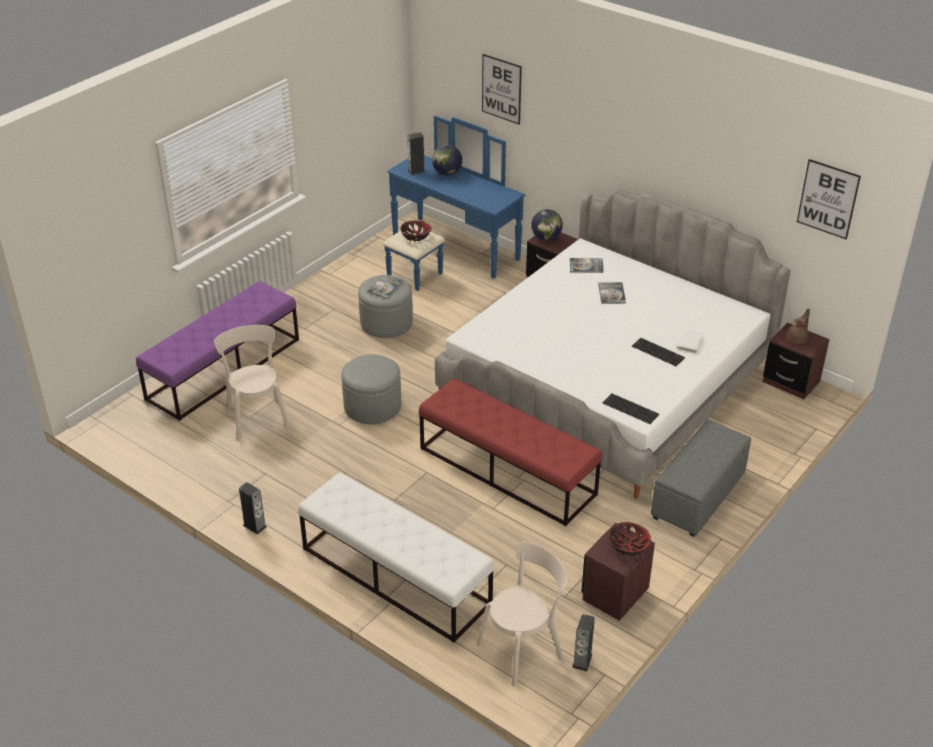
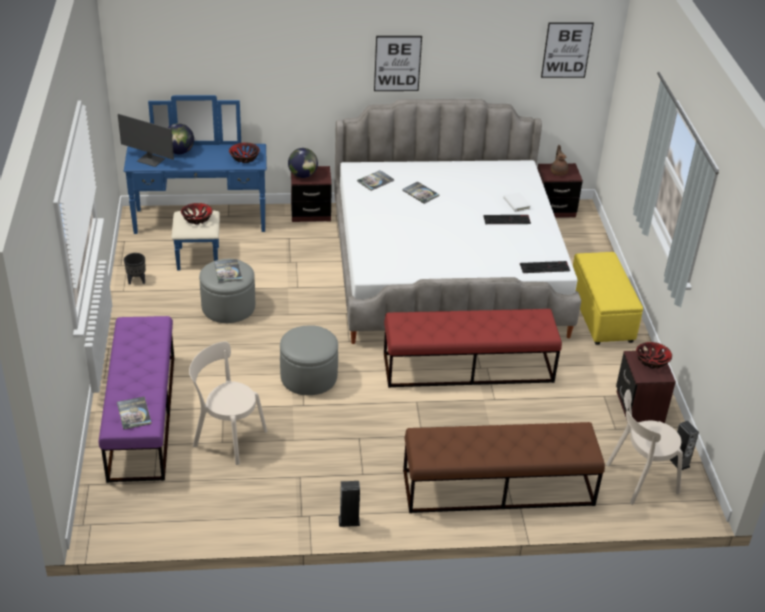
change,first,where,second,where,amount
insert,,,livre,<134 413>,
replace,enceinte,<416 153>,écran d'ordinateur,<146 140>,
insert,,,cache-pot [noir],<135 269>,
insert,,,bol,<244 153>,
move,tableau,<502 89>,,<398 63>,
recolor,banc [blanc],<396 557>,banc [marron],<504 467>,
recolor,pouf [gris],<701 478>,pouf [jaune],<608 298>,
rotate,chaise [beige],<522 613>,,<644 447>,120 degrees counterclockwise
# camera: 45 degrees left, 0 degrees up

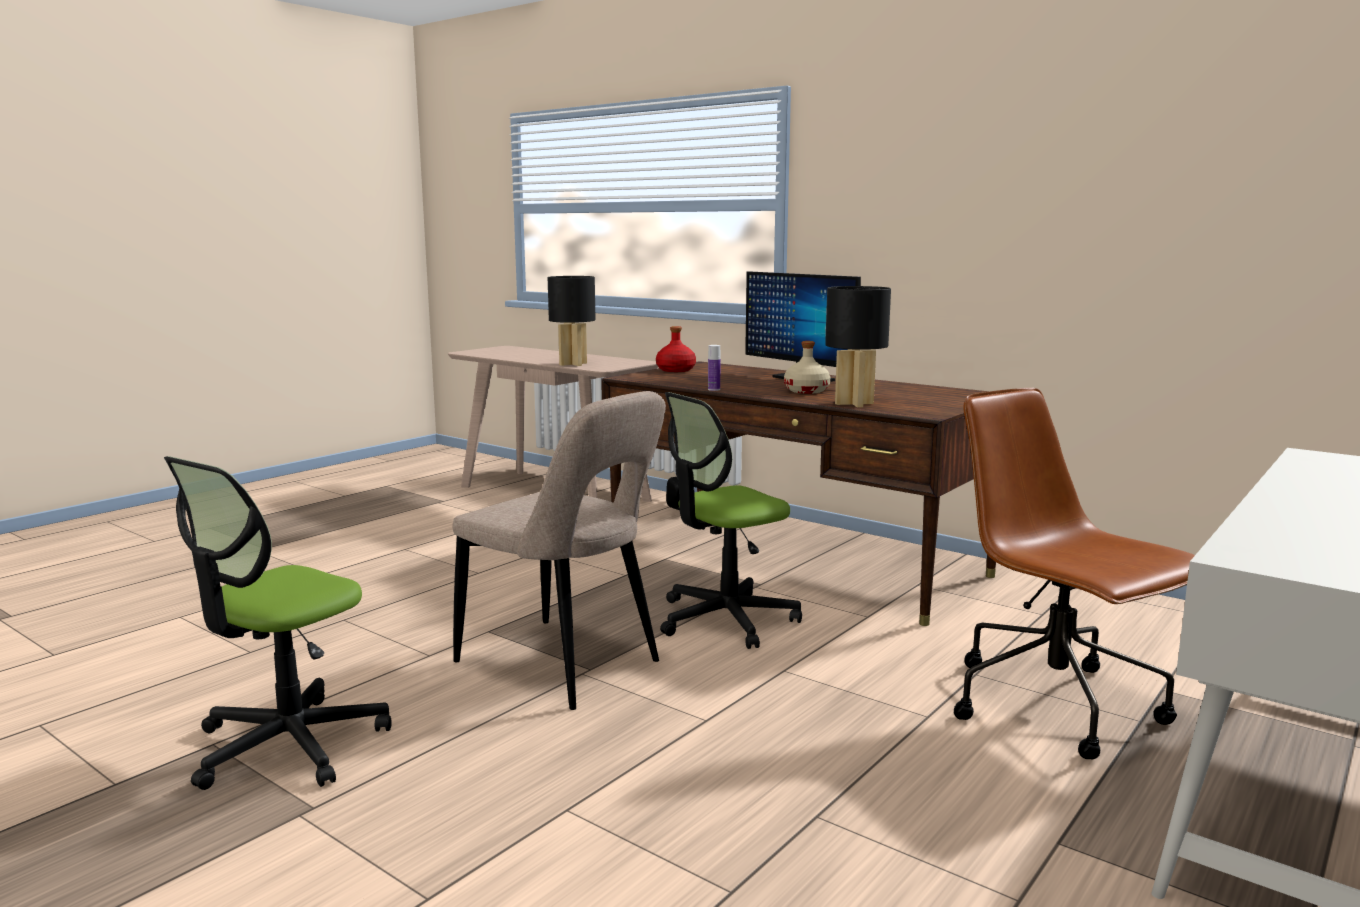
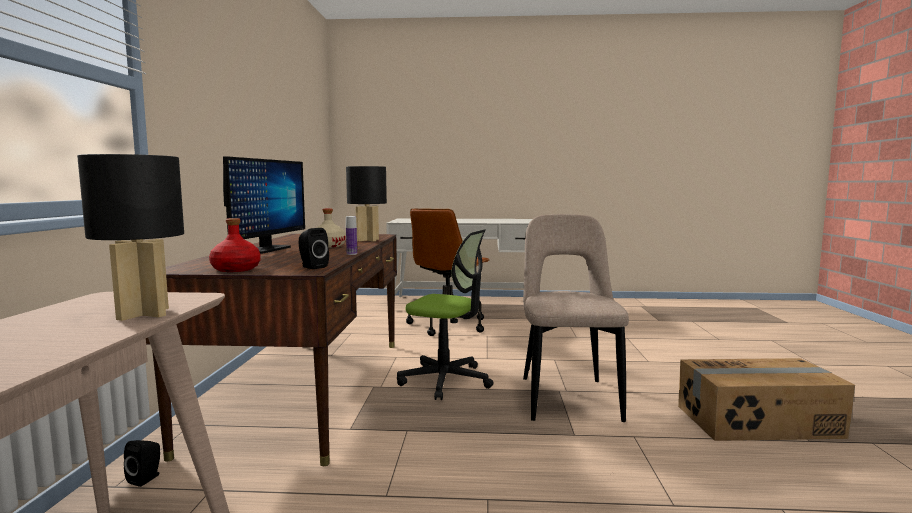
change,first,where,second,where,amount
insert,,,enceinte [noir],<314 248>,
replace,chaise de bureau,<278 623>,carton,<766 399>,
# camera: 125 degrees left, 5 degrees down

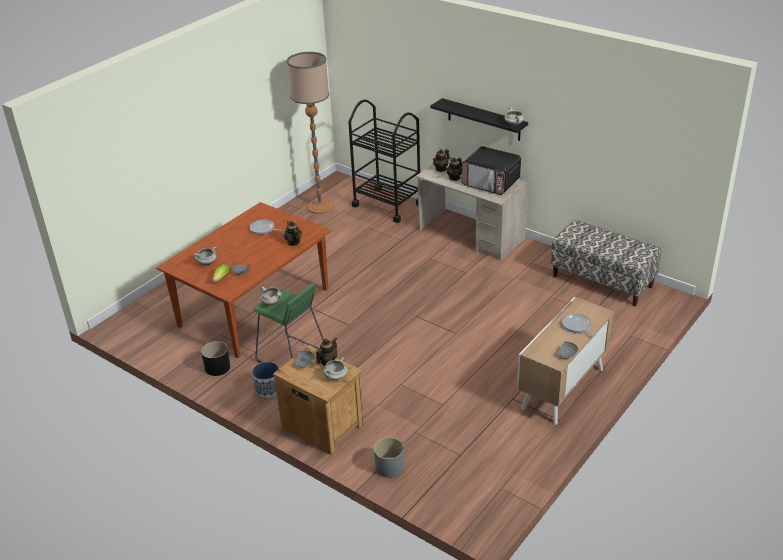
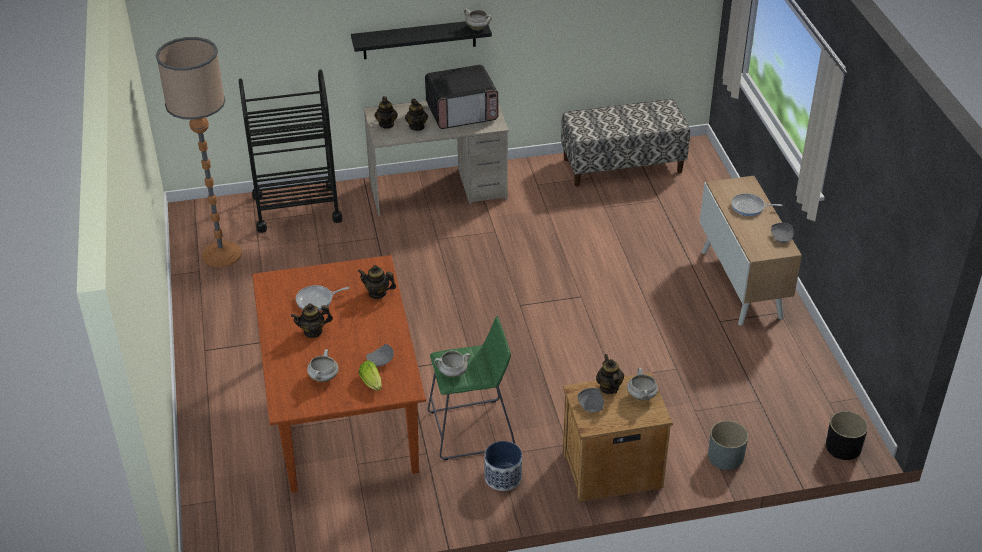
change,first,where,second,where,amount
insert,,,théière,<312 320>,
move,cache-pot [noir],<215 358>,,<847 435>,
# camera: 50 degrees left, 5 degrees up

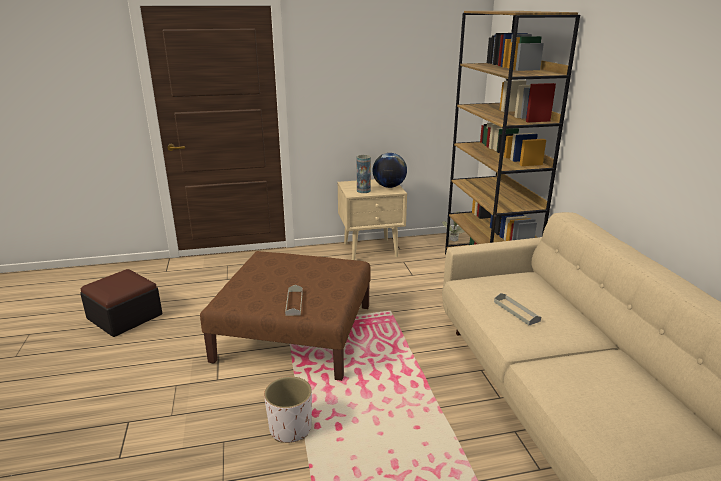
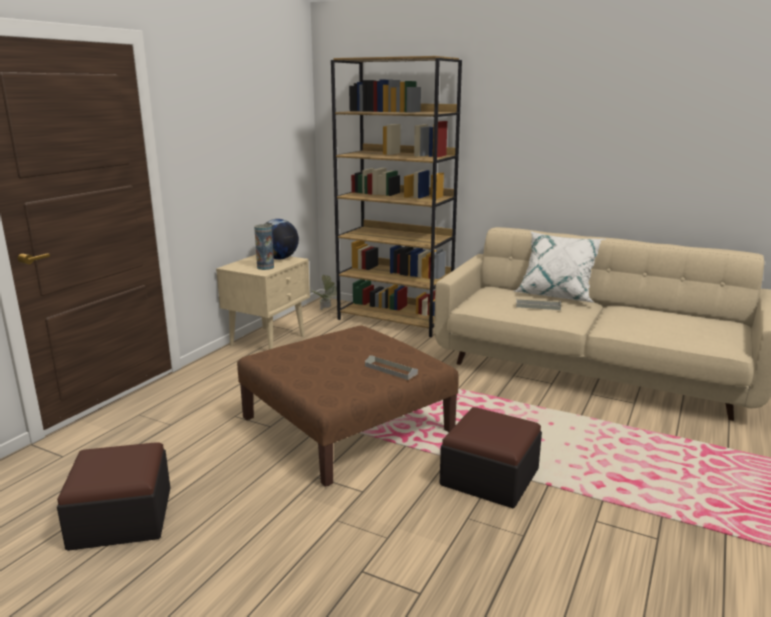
change,first,where,second,where,amount
replace,cache-pot [blanc],<288 410>,pouf,<491 457>,
insert,,,coussin [blanc],<560 267>,
# camera: 50 degrees left, 5 degrees down

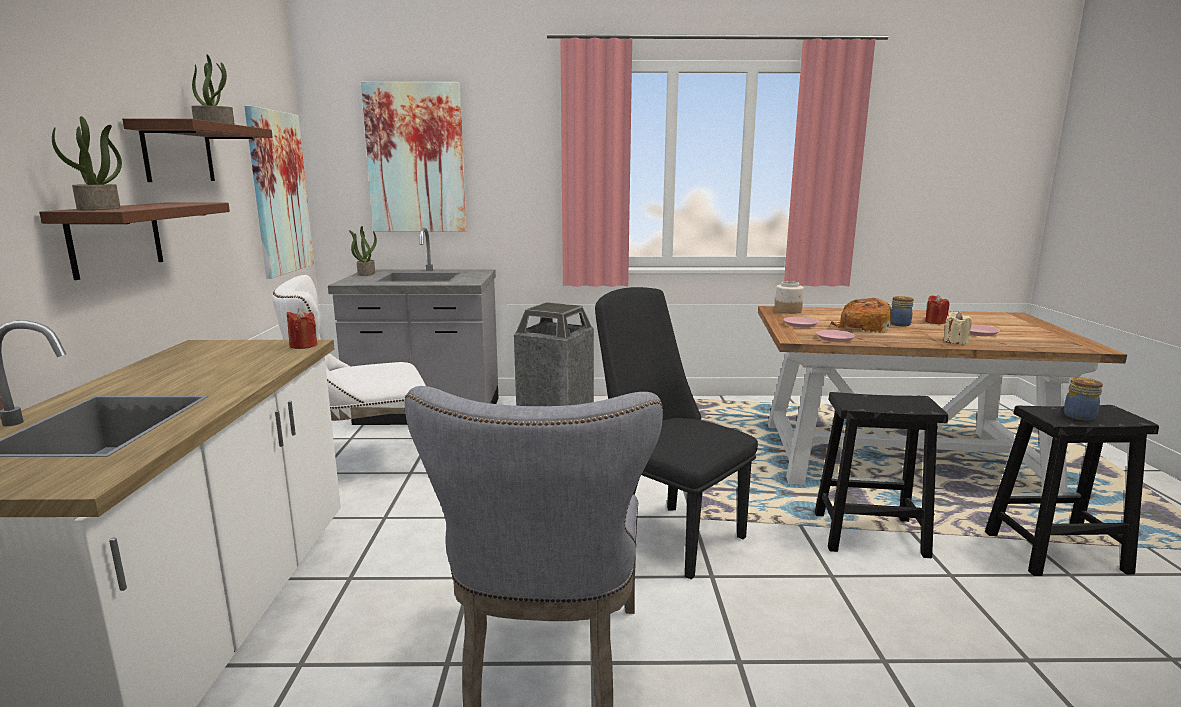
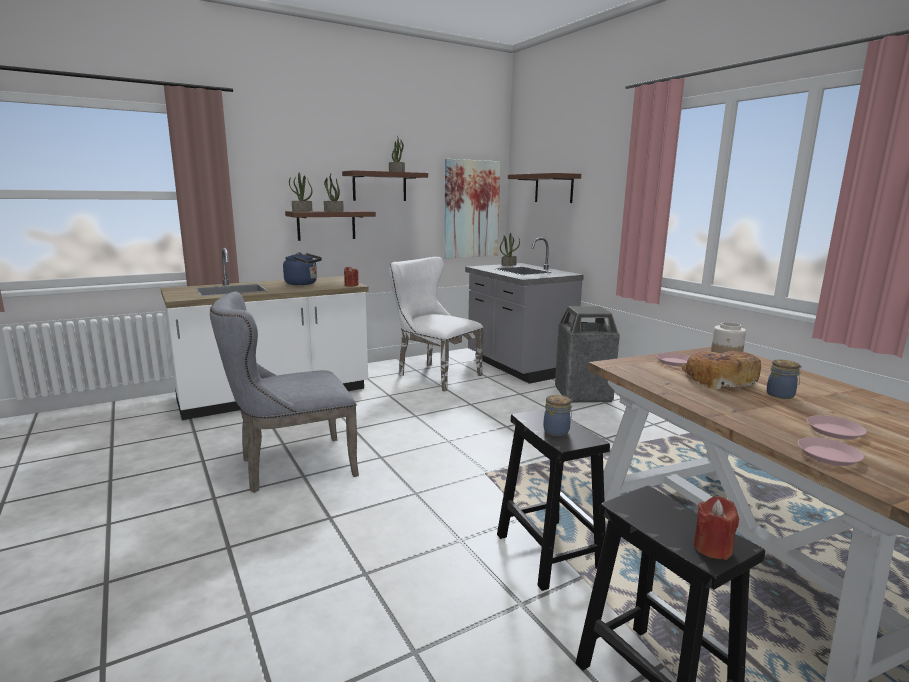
change,first,where,second,where,amount
insert,,,bouilloire [bleu],<302 268>,
insert,,,plante en pot,<334 193>,
replace,tableau,<414 157>,étagère [marron],<544 188>,
move,bocal,<1083 399>,,<557 415>,
move,bougie [rouge],<937 309>,,<716 528>,
move,assiette [rose],<835 336>,,<831 451>,
delete,chaise [noir],<676 433>,,,
delete,bougie [beige],<958 327>,,,
# camera: 60 degrees right, 0 degrees up

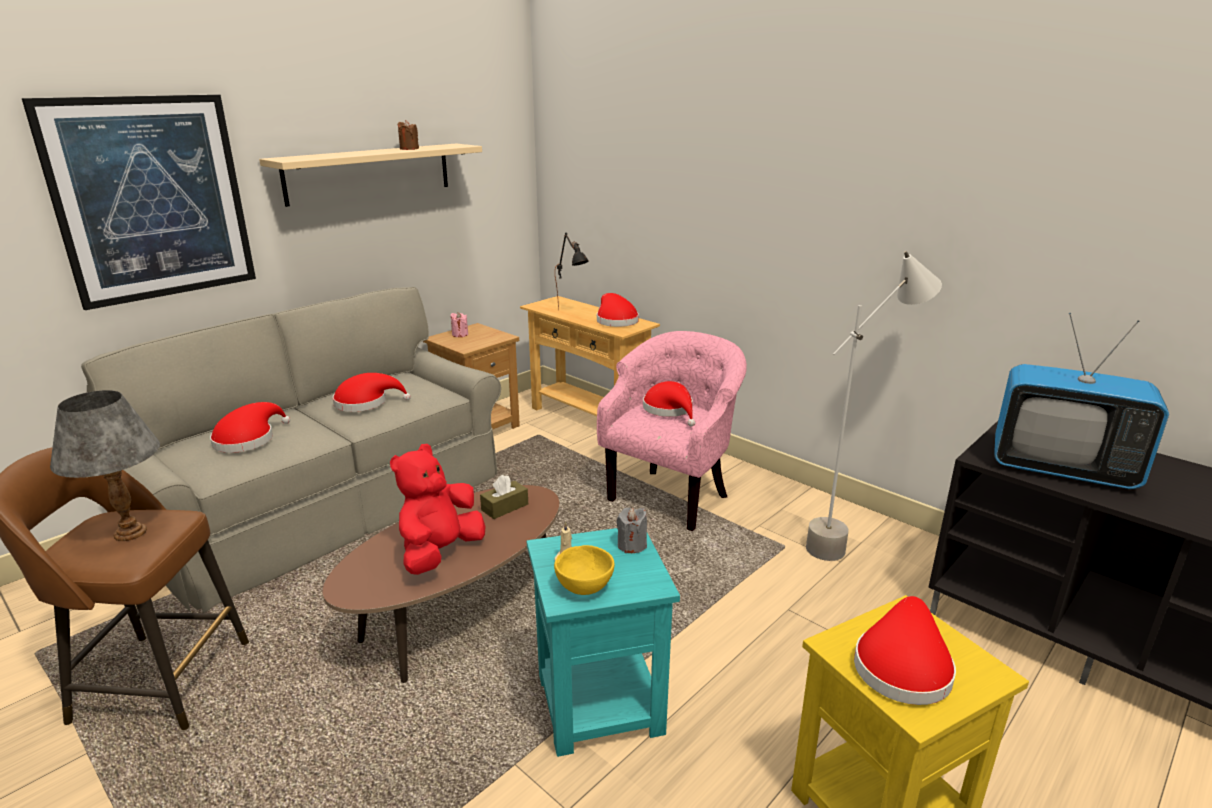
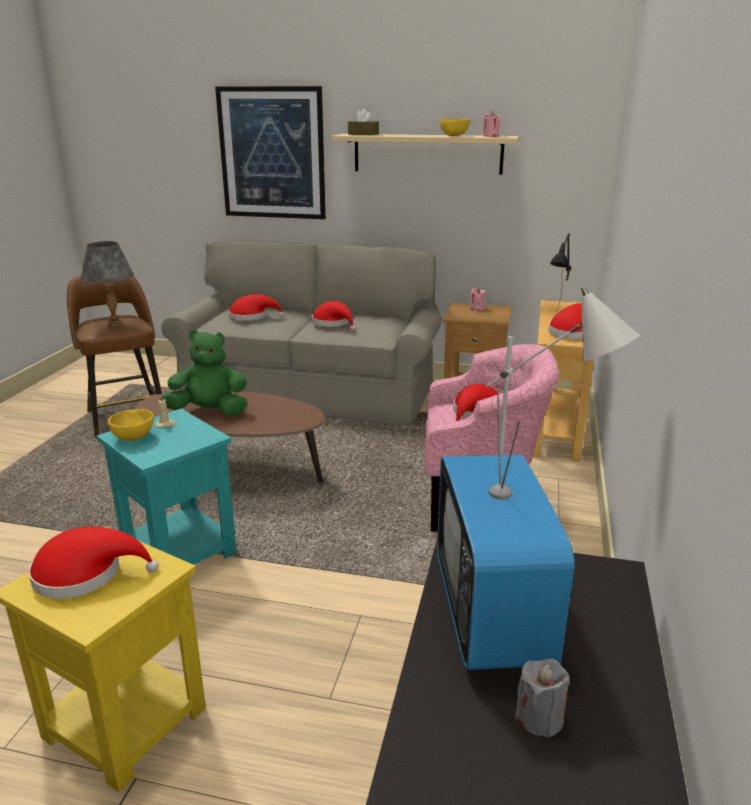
change,first,where,second,where,amount
recolor,peluche [rouge],<438 509>,peluche [vert],<204 373>,
move,boîte à mouchoirs [marron],<504 497>,,<363 122>,
replace,bougie [marron],<408 135>,bol [jaune],<455 127>,
insert,,,bougie [rose],<491 124>,
move,bougie [gris],<631 530>,,<542 698>,
# camera: 60 degrees right, 0 degrees up

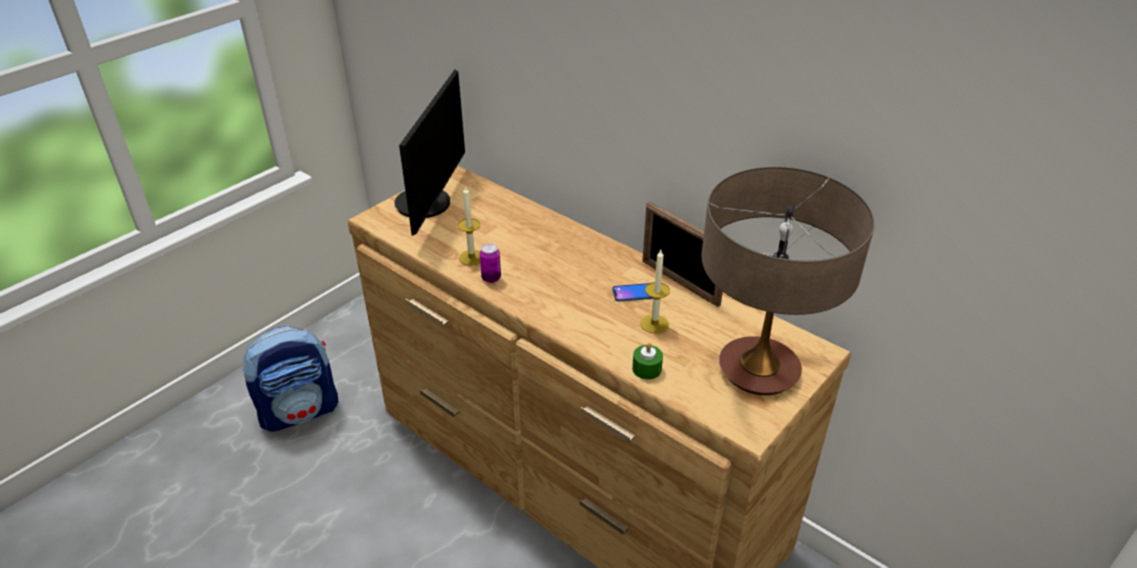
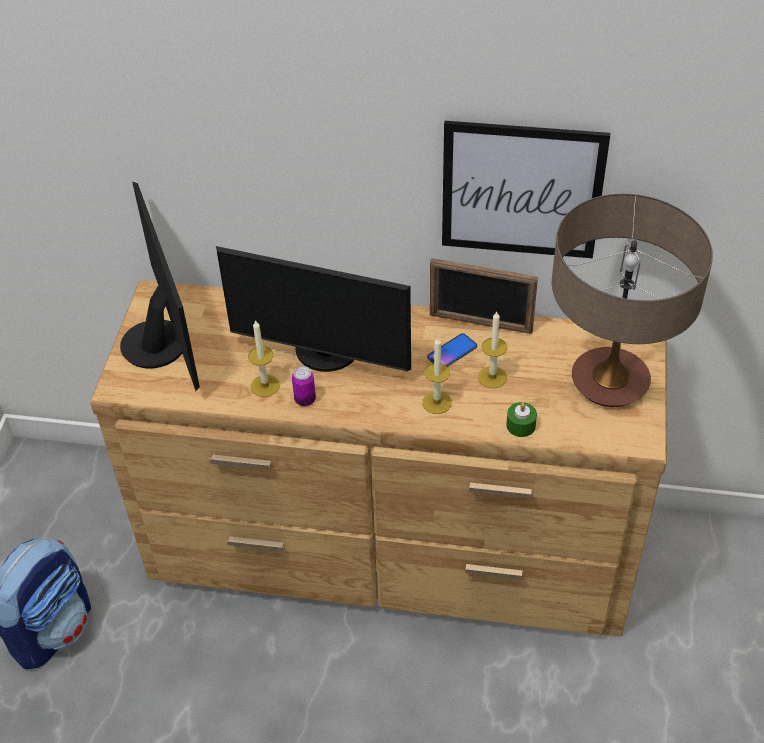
change,first,where,second,where,amount
insert,,,écran d'ordinateur,<313 309>,
insert,,,bougie,<437 375>,
insert,,,tableau,<526 189>,
# camera: 30 degrees left, 10 degrees up

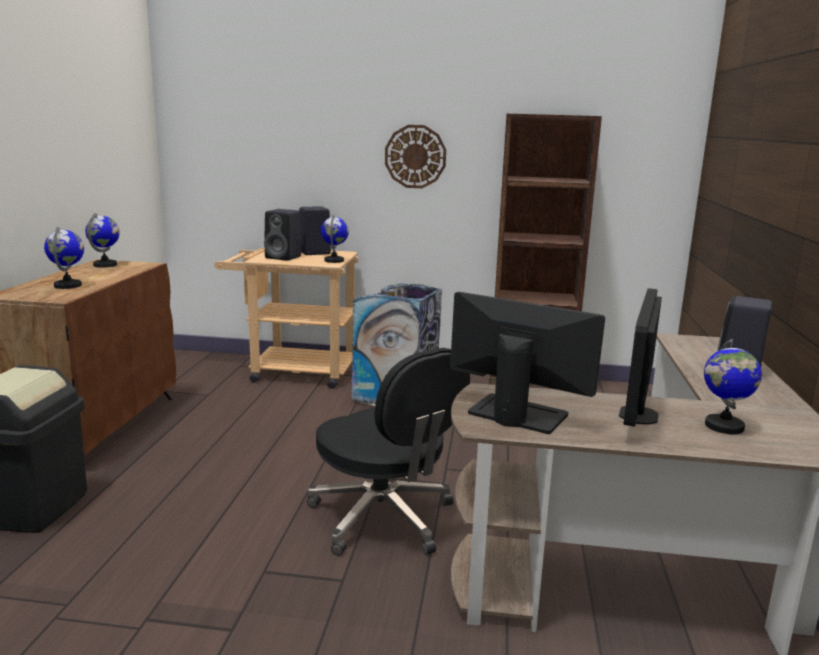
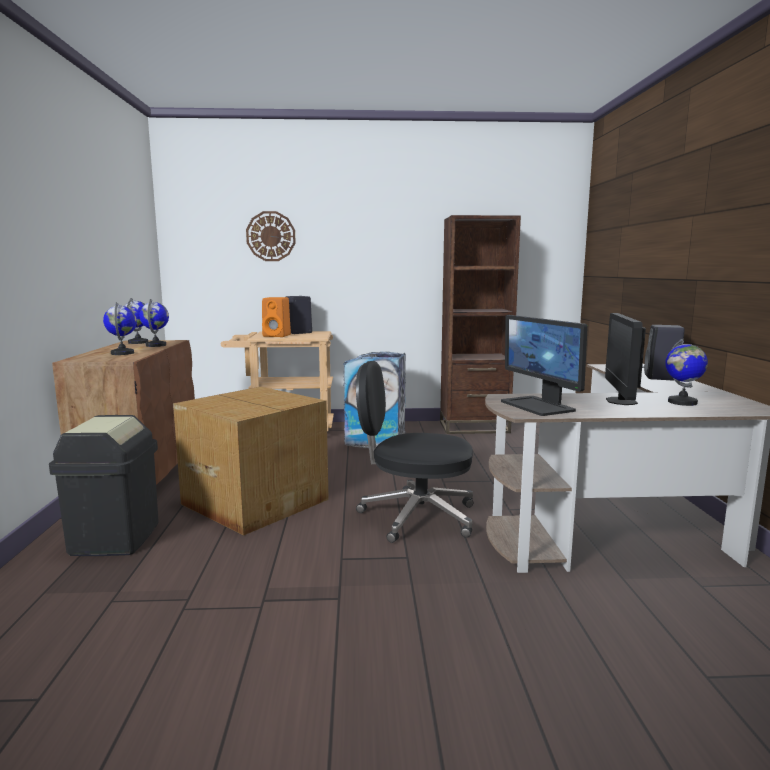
change,first,where,second,where,amount
move,globe,<335 238>,,<154 323>,
insert,,,carton,<251 461>,
move,horloge murale,<415 156>,,<271 236>,
recolor,enceinte [noir],<282 235>,enceinte [orange],<276 317>,
rotate,chaise de bureau [noir],<388 452>,,<415 452>,150 degrees clockwise
rotate,écran d'ordinateur,<527 363>,,<544 365>,135 degrees counterclockwise
# camera: 10 degrees left, 5 degrees down

